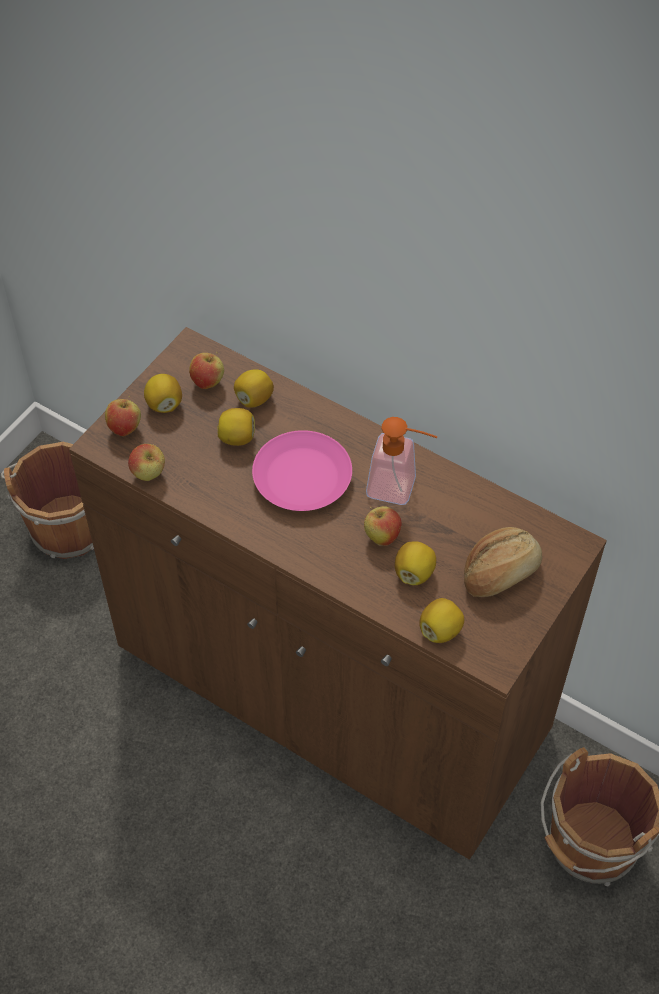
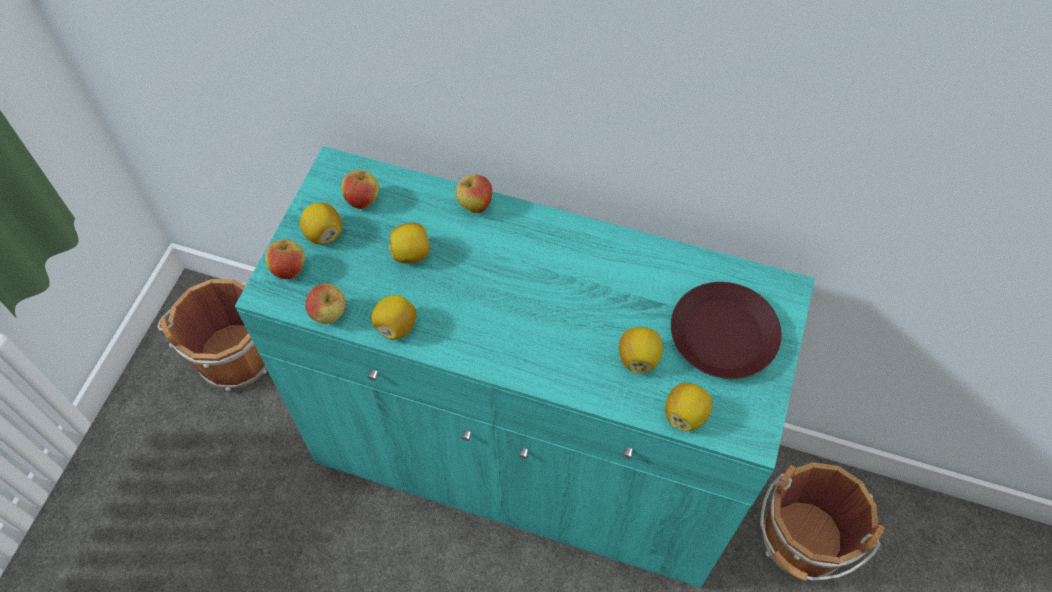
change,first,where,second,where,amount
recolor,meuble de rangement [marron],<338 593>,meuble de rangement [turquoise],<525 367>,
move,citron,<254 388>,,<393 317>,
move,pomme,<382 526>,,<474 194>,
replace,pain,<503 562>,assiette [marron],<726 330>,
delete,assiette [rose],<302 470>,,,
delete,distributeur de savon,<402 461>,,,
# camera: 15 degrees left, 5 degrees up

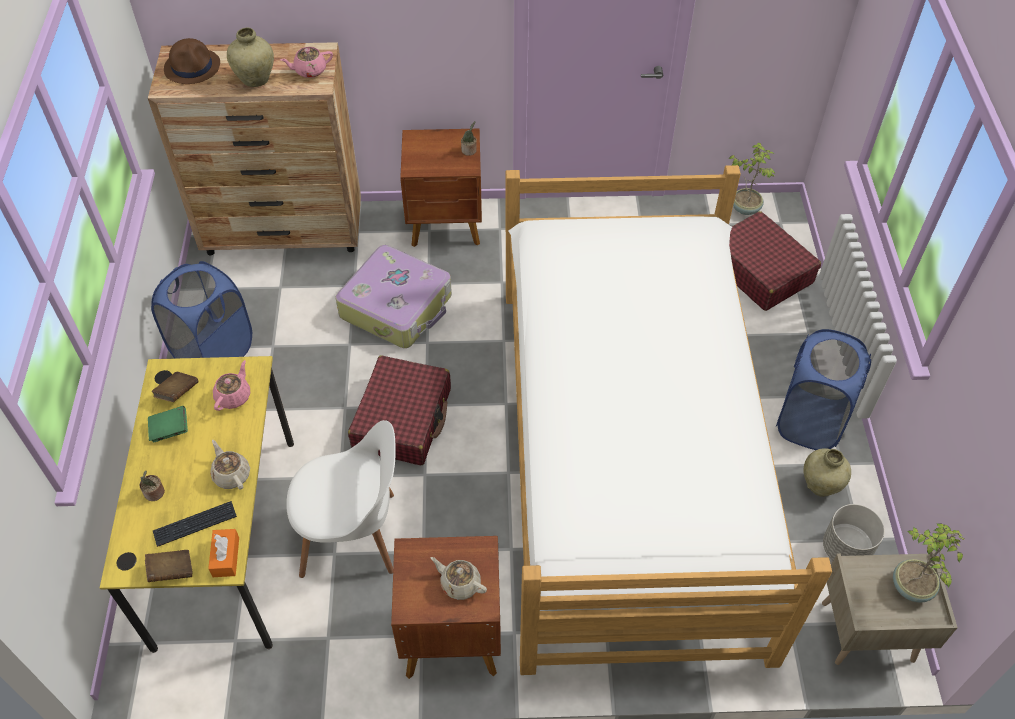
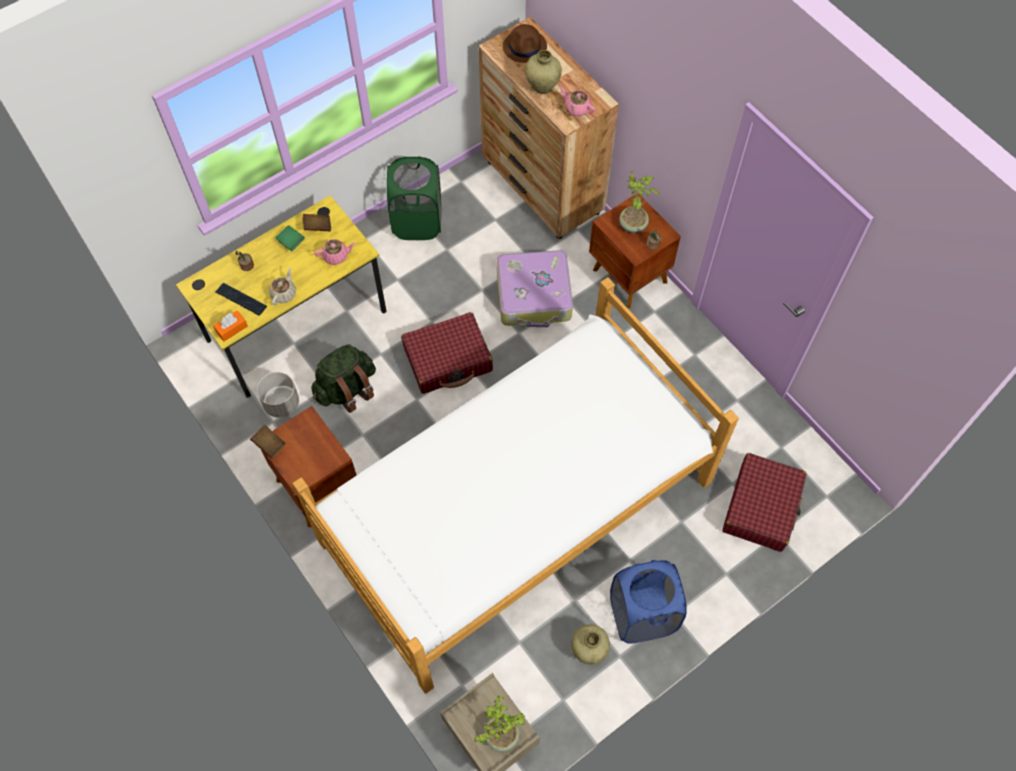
change,first,where,second,where,amount
move,livre [marron],<168 566>,,<268 442>,
move,cache-pot [gris],<854 532>,,<278 395>,
replace,chaise [blanc],<340 499>,sac à dos [vert],<344 378>,
recolor,panier à linge [bleu],<201 310>,panier à linge [vert],<414 198>,
move,plante en pot,<752 178>,,<639 202>,
delete,théière [beige],<458 578>,,,
# camera: 55 degrees right, 10 degrees up

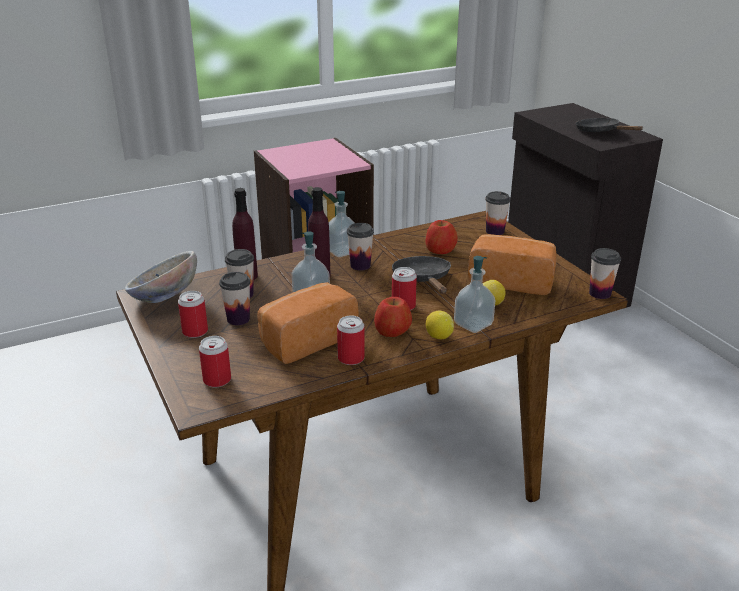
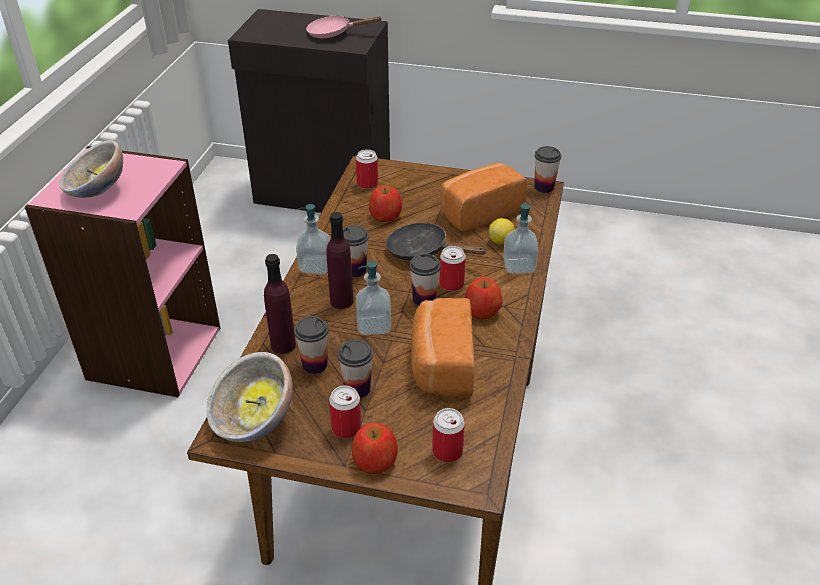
change,first,where,second,where,amount
insert,,,bol,<91 169>,
recolor,poêle [noir],<609 125>,poêle [rose],<344 26>,
insert,,,pomme,<375 448>,
move,boîte métallique,<351 340>,,<367 169>,
move,tasse,<498 213>,,<425 279>,
delete,citron,<440 324>,,,
# camera: 50 degrees left, 10 degrees up

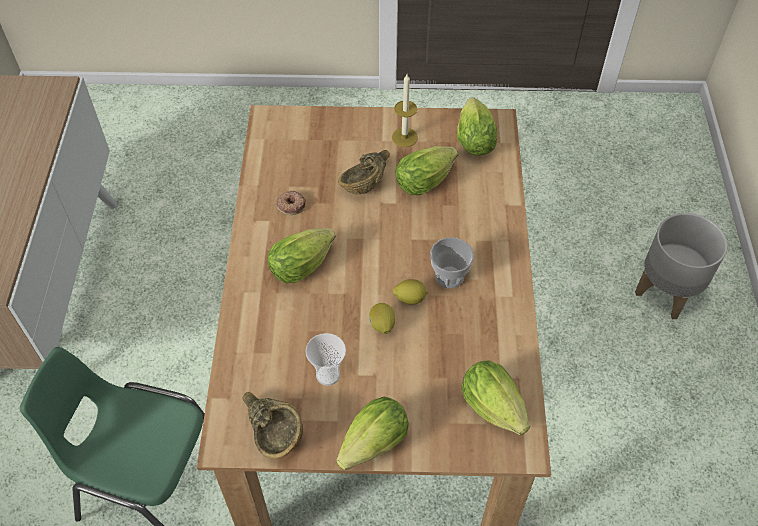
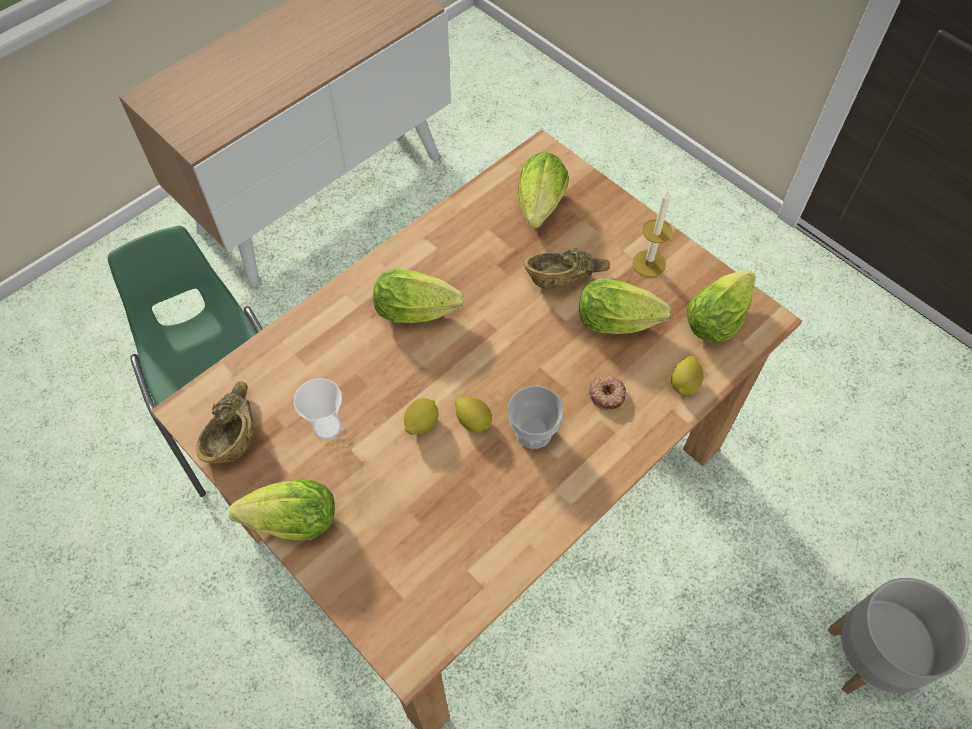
change,first,where,second,where,amount
move,laitue,<495 397>,,<543 190>,
move,beignet,<291 203>,,<607 393>,
insert,,,citron,<687 376>,
# camera: 45 degrees right, 5 degrees up

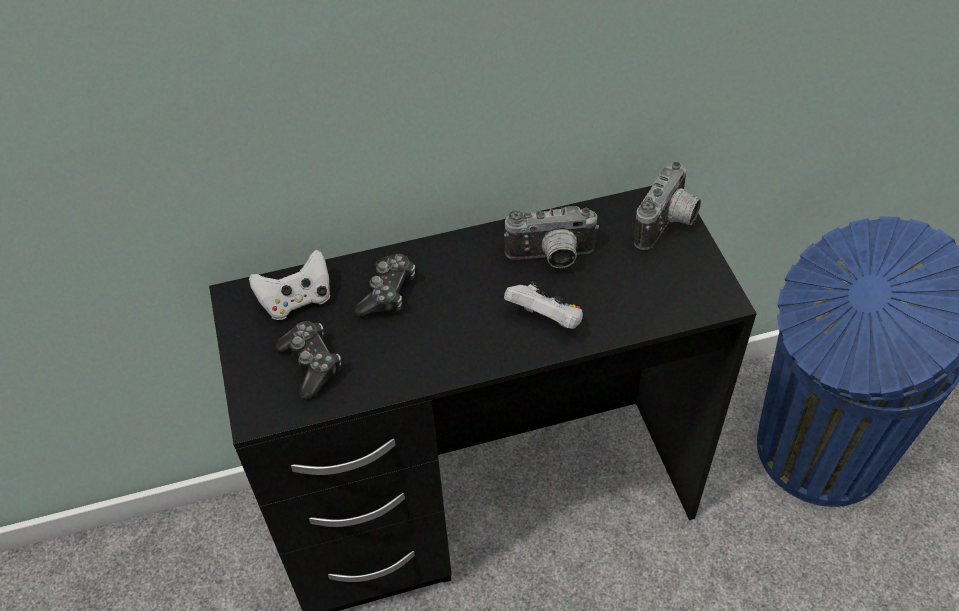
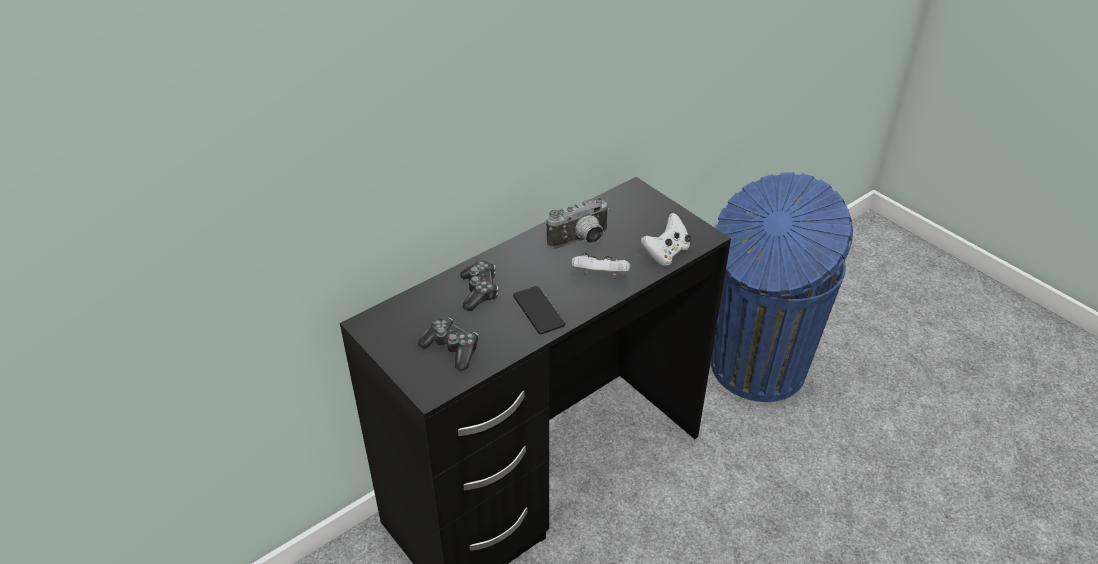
change,first,where,second,where,amount
insert,,,téléphone,<539 310>,
move,manette [blanc],<290 285>,,<666 239>,
delete,appareil photo,<667 206>,,,
# camera: 25 degrees left, 10 degrees down

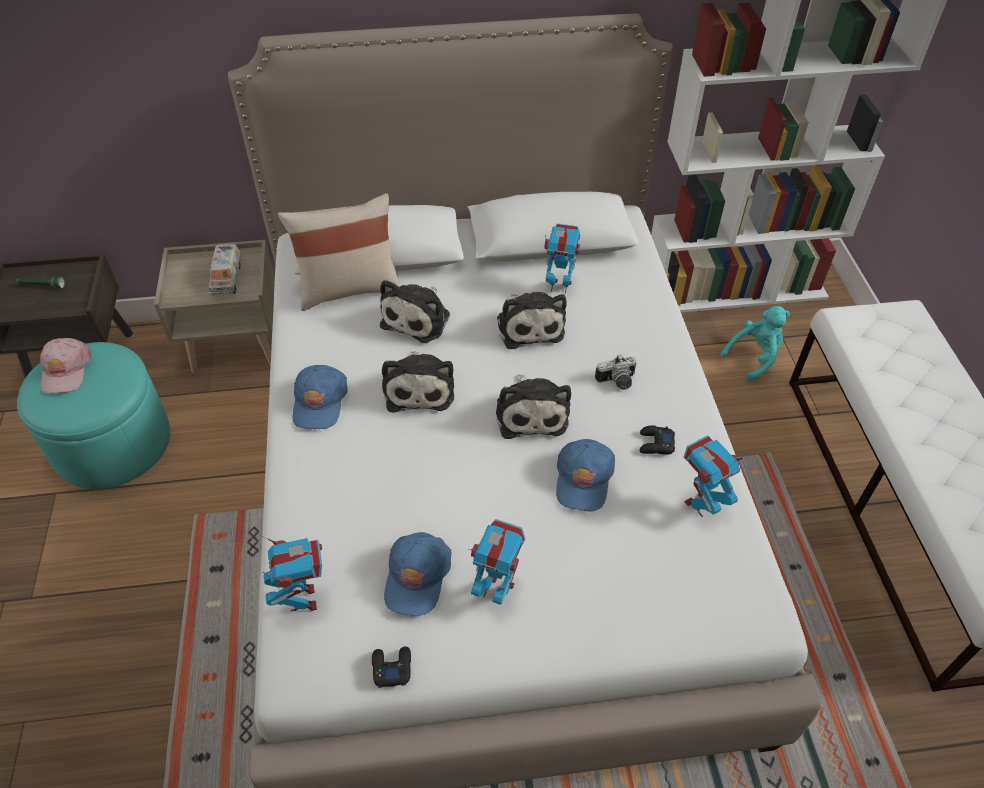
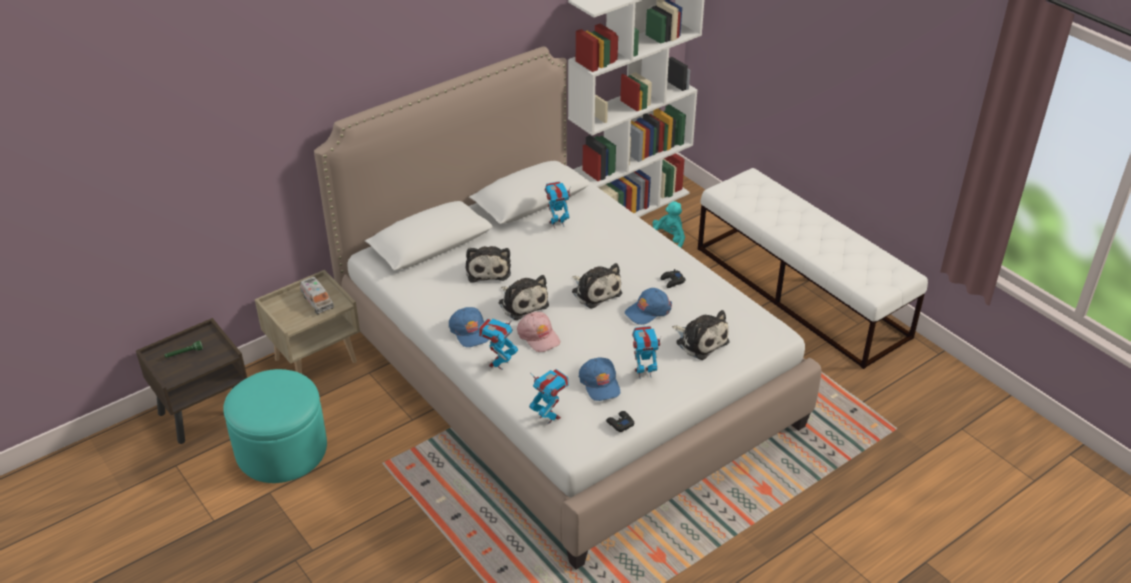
change,first,where,second,where,amount
move,robot jouet,<717 476>,,<498 344>,
move,casquette [rose],<65 365>,,<539 332>,
rotate,casquette [bleu],<585 475>,,<648 306>,75 degrees clockwise
move,peluche,<532 320>,,<701 335>,
delete,coussin [beige],<339 252>,,,
delete,appareil photo,<616 372>,,,
# camera: 30 degrees left, 10 degrees down

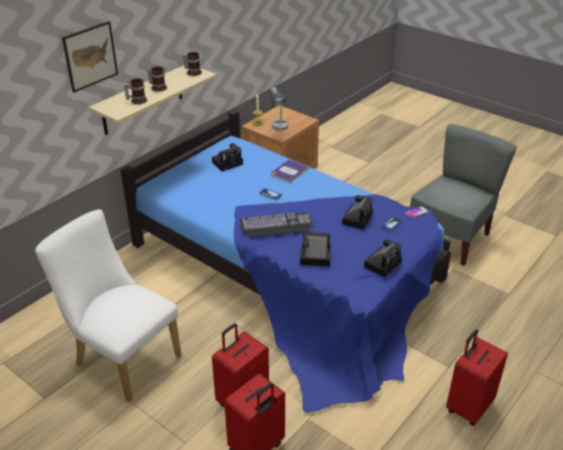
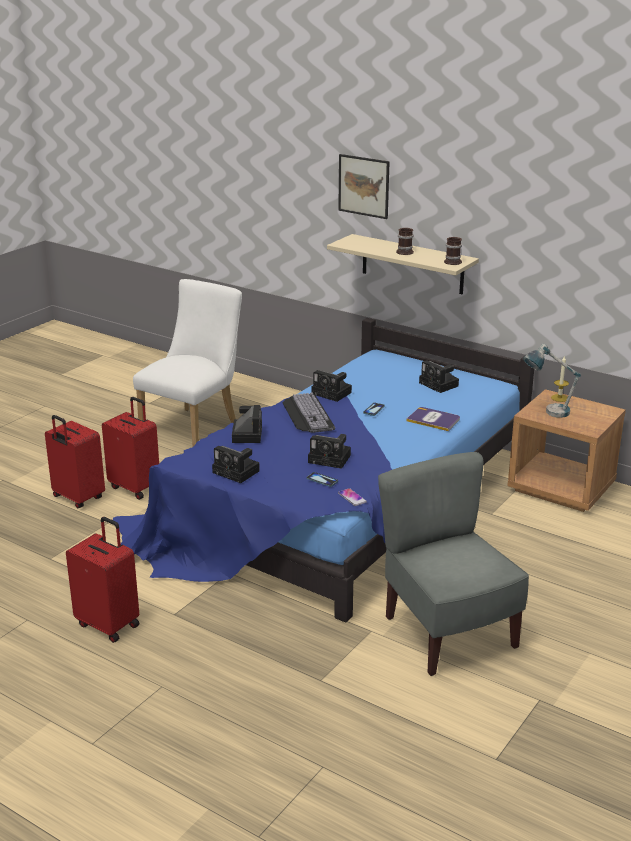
change,first,where,second,where,amount
insert,,,appareil photo,<331 386>,
rotate,chaise [gris],<463 195>,,<453 564>,150 degrees counterclockwise
delete,mug,<135 91>,,,
# camera: 85 degrees right, 10 degrees down

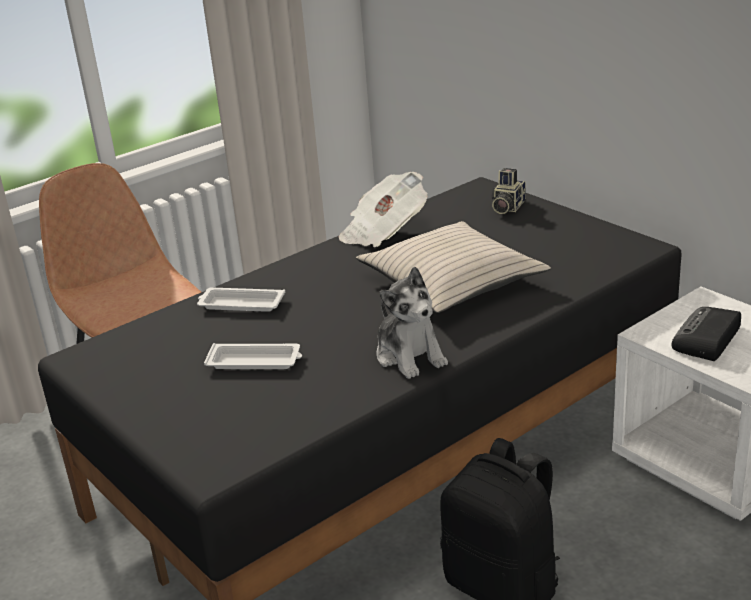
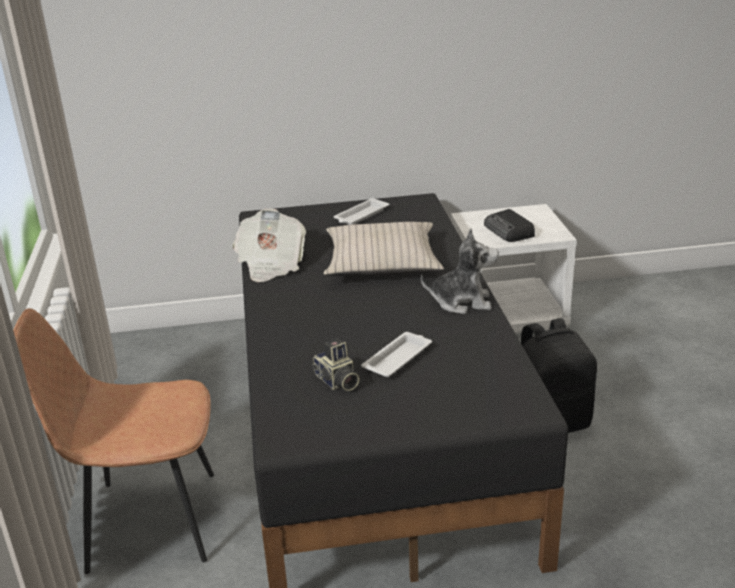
change,first,where,second,where,amount
move,appareil photo,<508 191>,,<336 365>,
move,plateau [blanc],<241 300>,,<361 211>,
# camera: 60 degrees left, 0 degrees up

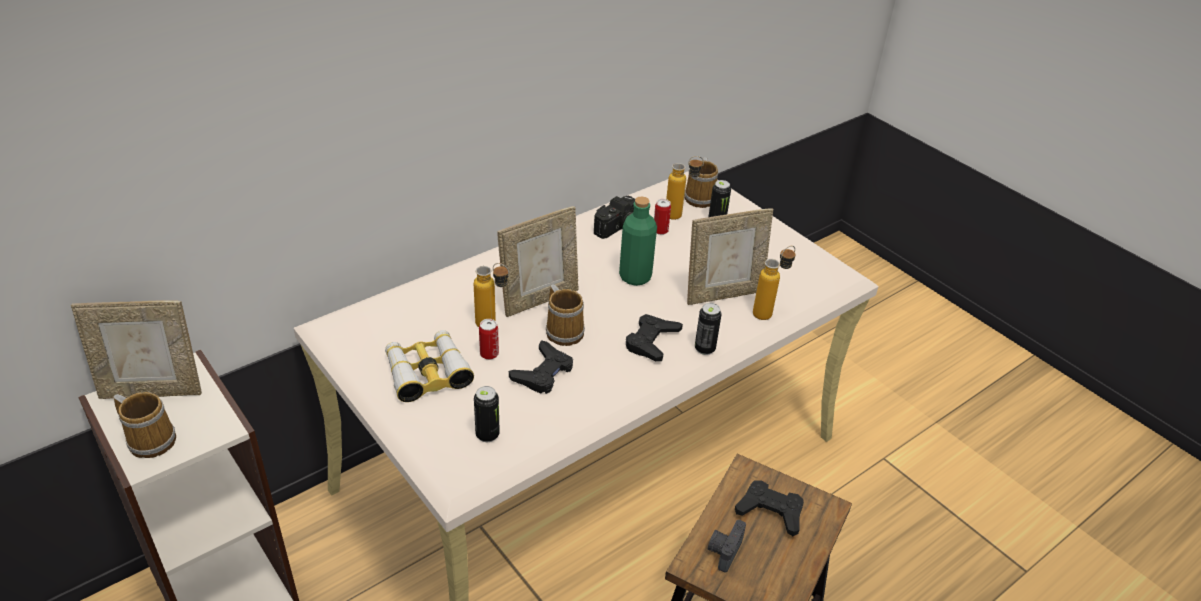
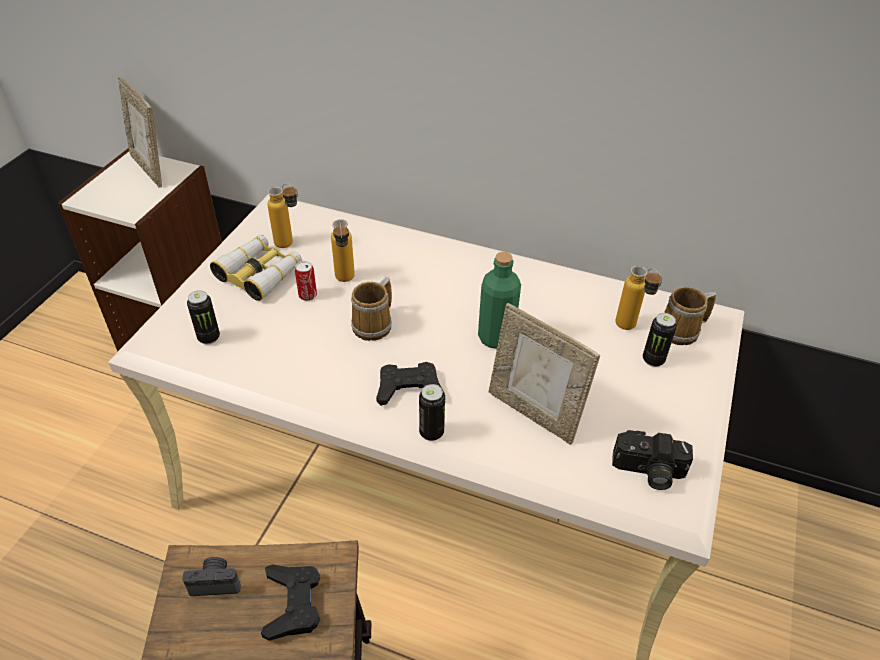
change,first,where,second,where,amount
move,bouteille,<774 283>,,<282 215>,
move,appareil photo,<614 217>,,<652 460>,
delete,mug,<144 425>,,,
delete,cadre photo,<538 261>,,,
delete,manette [noir],<541 367>,,,
delete,boîte métallique,<662 217>,,,
# camera: 60 degrees right, 5 degrees up

